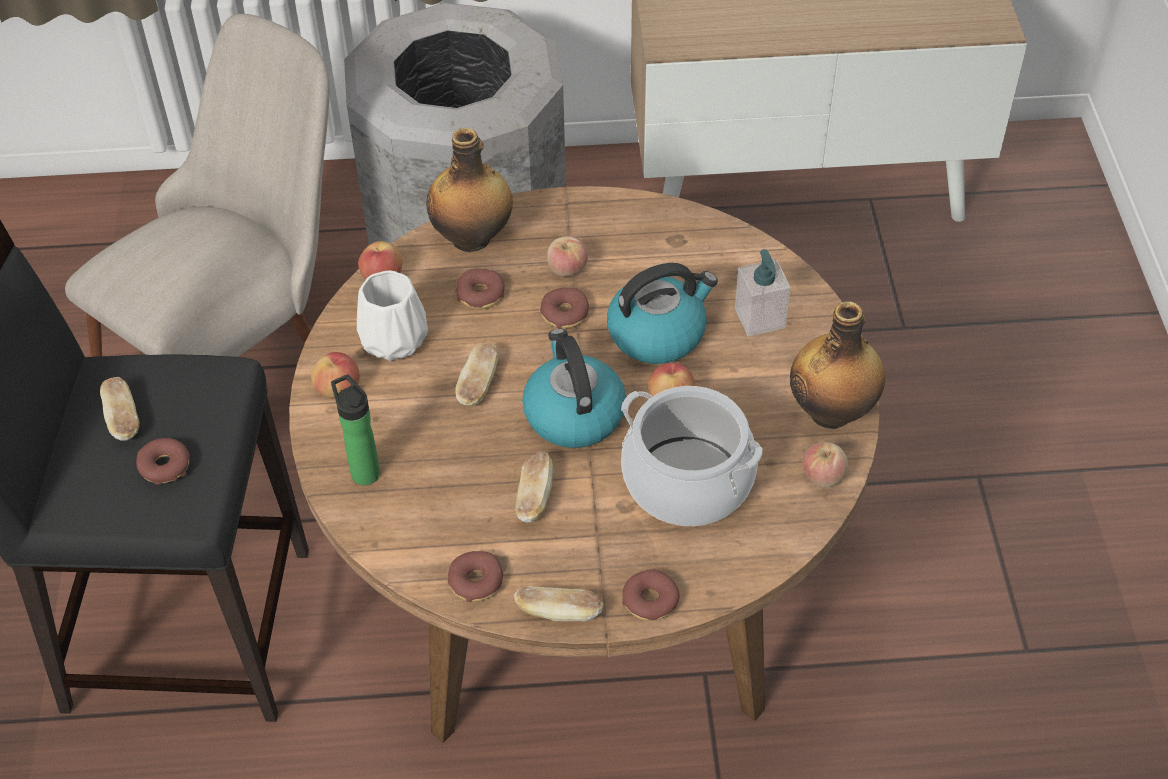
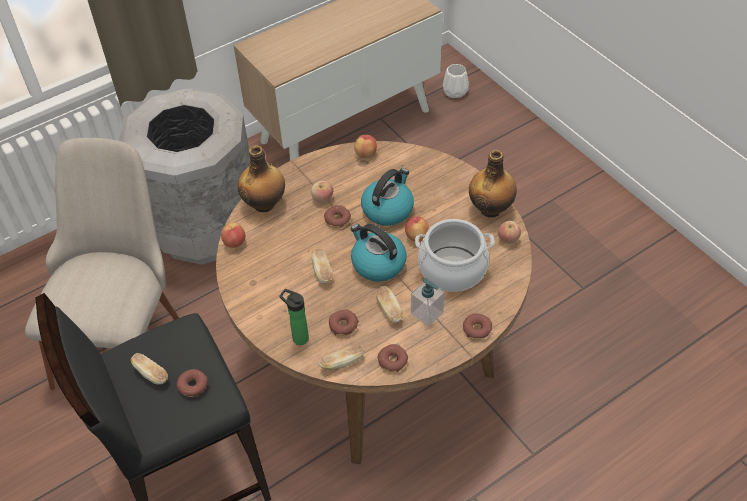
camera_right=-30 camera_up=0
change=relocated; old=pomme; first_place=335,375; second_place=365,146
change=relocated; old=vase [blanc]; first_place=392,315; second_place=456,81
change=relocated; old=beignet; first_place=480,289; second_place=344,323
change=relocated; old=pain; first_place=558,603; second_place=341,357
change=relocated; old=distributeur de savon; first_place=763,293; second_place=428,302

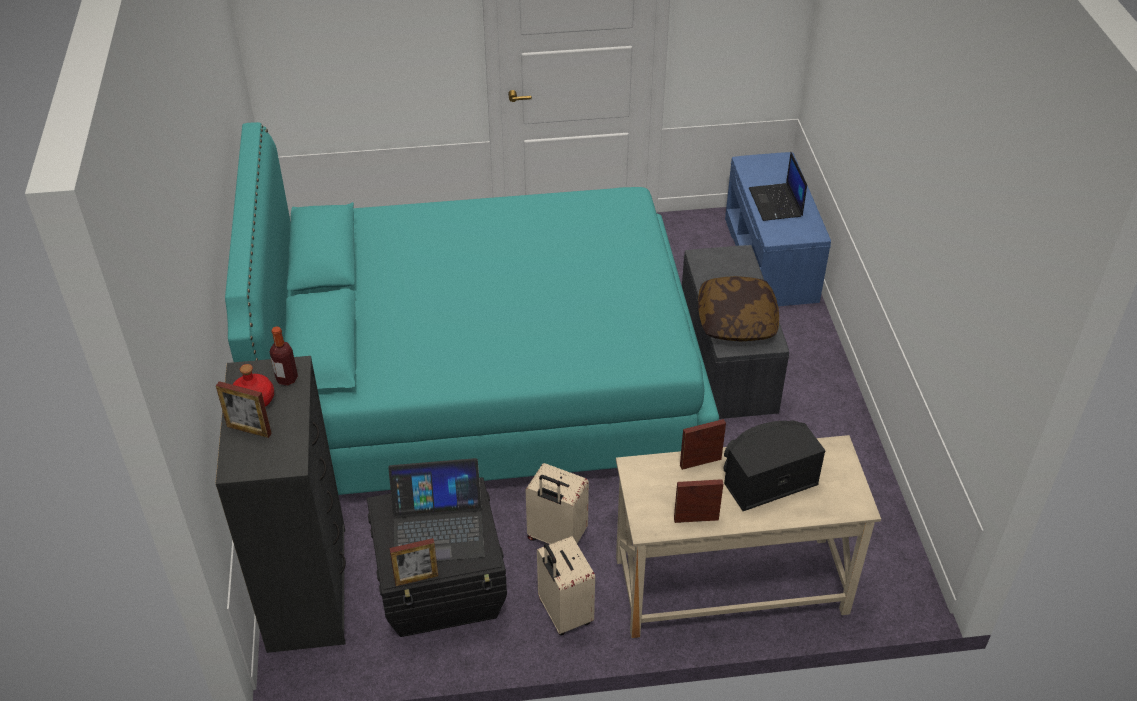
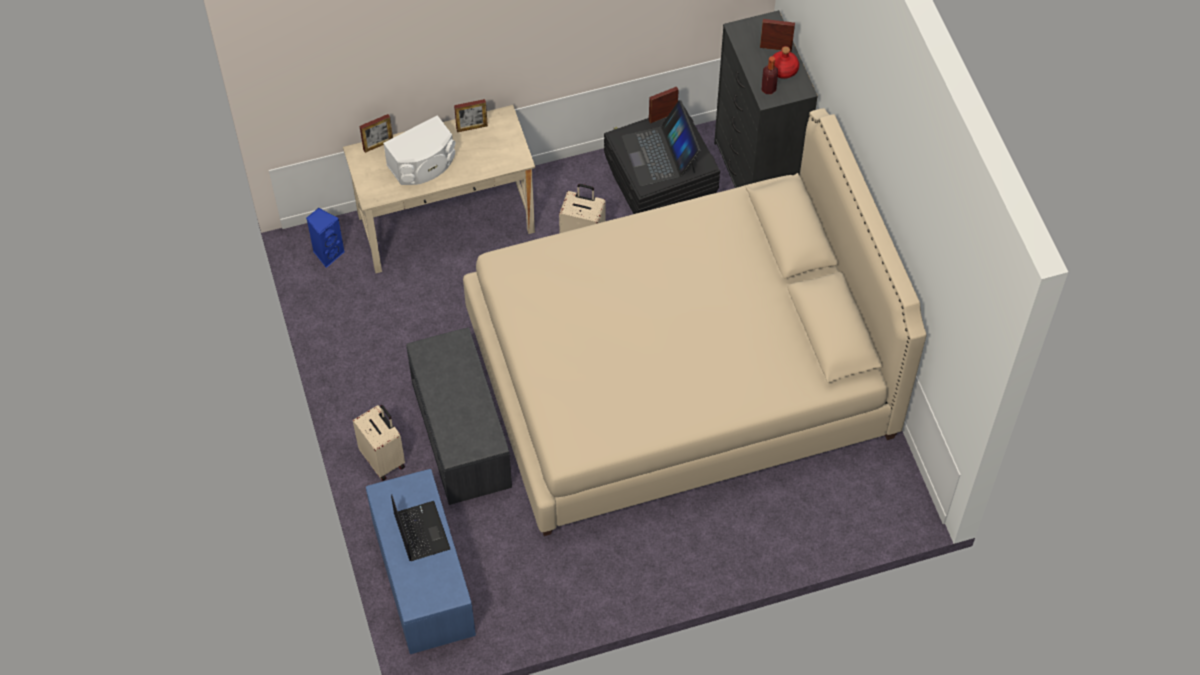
camera_right=170 camera_up=15
change=colour; old=lit [turquoise]; new=lit [beige]; first_place=472,308; second_place=695,322
change=spun; old=ordinateur portable; first_place=436,509; second_place=661,143; degrees=-90
change=relocated; old=valise [beige]; first_place=566,585; second_place=378,443
change=relocated; old=cadre photo; first_place=703,444; second_place=376,133
change=missing; old=coussin; first_place=738,308
change=colour; old=enceinte [noir]; new=enceinte [blanc]; first_place=775,466; second_place=419,150
change=appeared; new=enceinte [bleu]; second_place=325,238

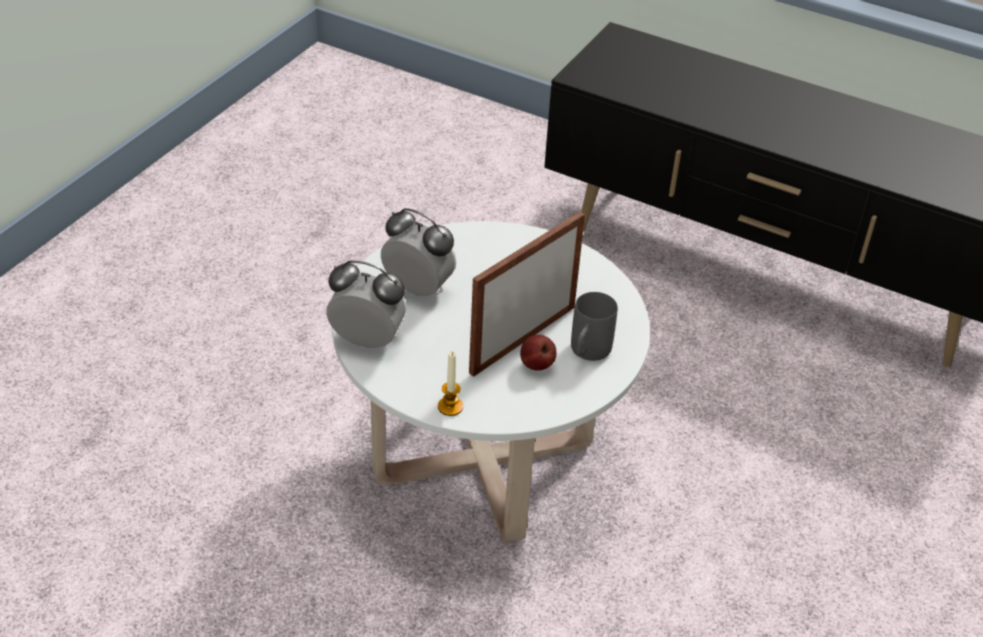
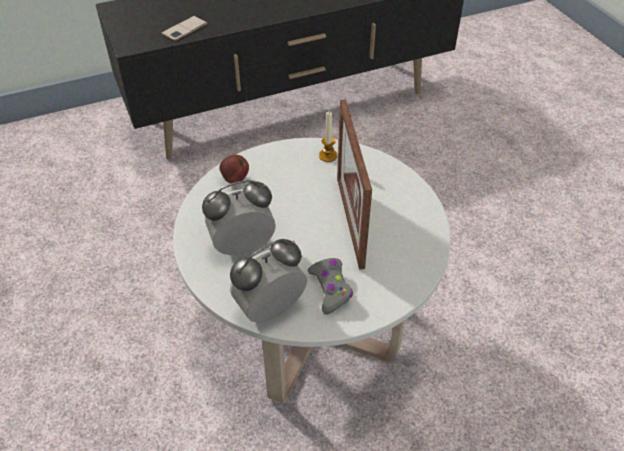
camera_right=-50 camera_up=5
change=relocated; old=bougie; first_place=450,383; second_place=328,136
change=relocated; old=pomme; first_place=538,353; second_place=234,169
change=missing; old=mug [gris]; first_place=594,326
change=appeared; new=téléphone; second_place=184,28
change=appeared; new=manette [gris]; second_place=330,286

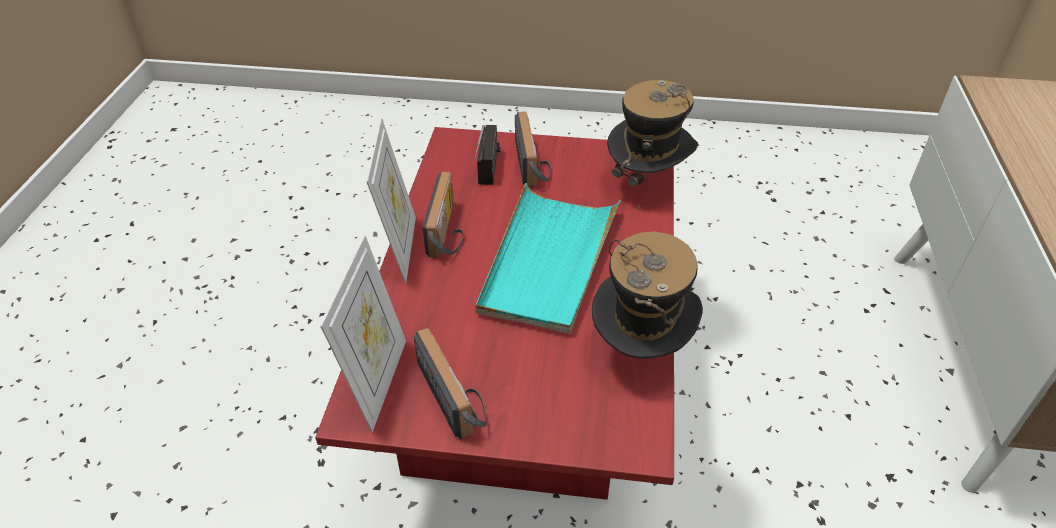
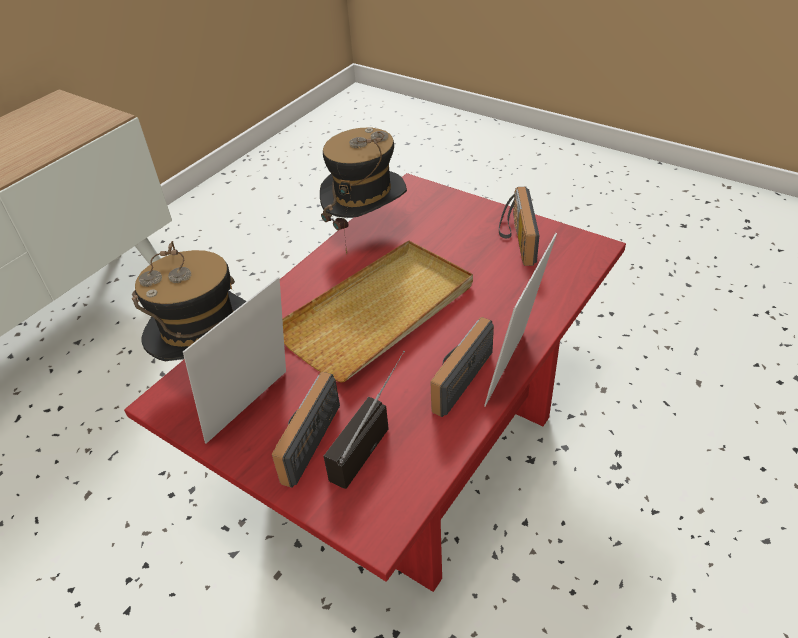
camera_right=-150 camera_up=0
change=relocated; old=cadre photo; first_place=363,333; second_place=234,360
change=colour; old=plateau [turquoise]; new=plateau [beige]; first_place=548,258; second_place=377,311

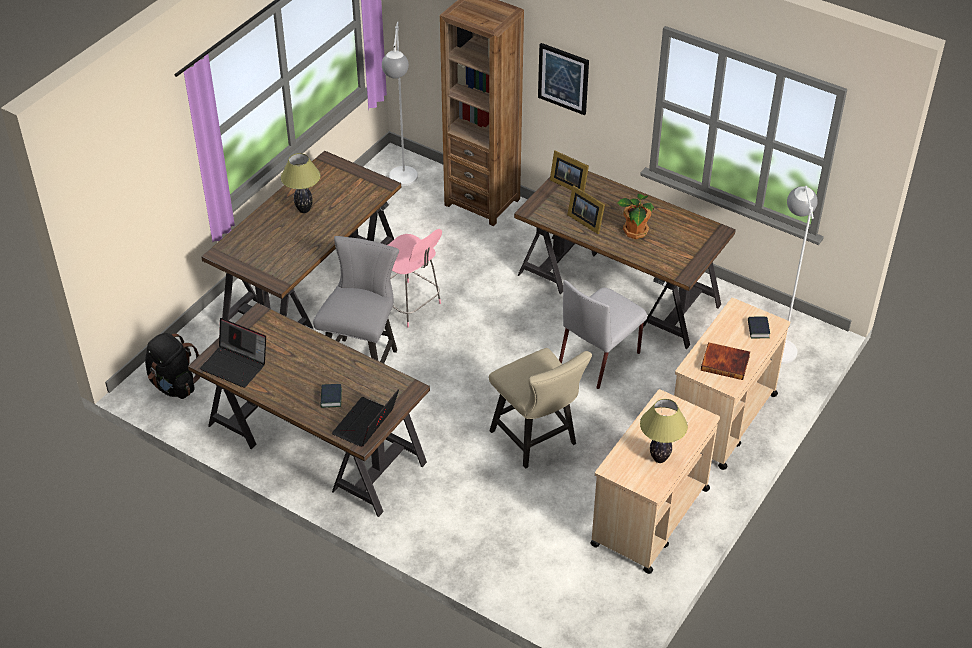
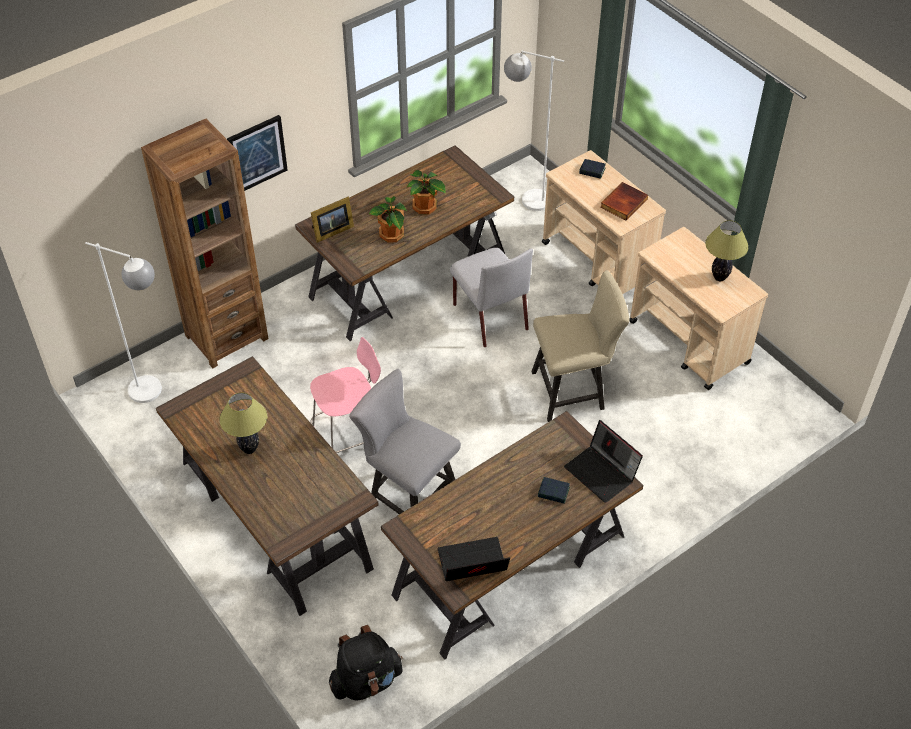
camera_right=-70 camera_up=5
change=spun; old=ordinateur portable; first_place=233,353; second_place=474,559; degrees=-150
change=exchanged; old=cadre photo; new=plante en pot; first_place=586,209; second_place=388,219

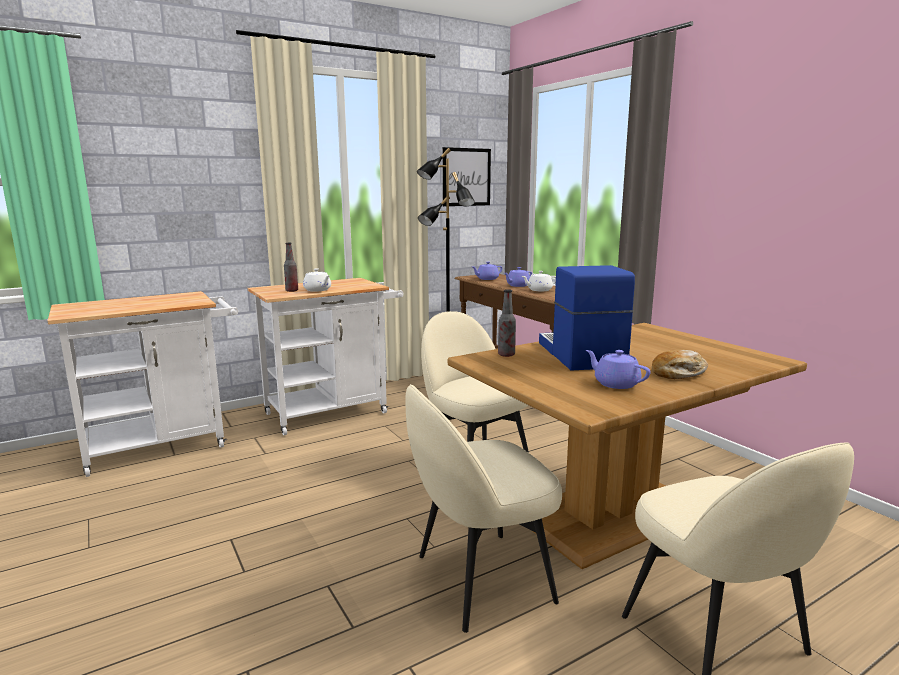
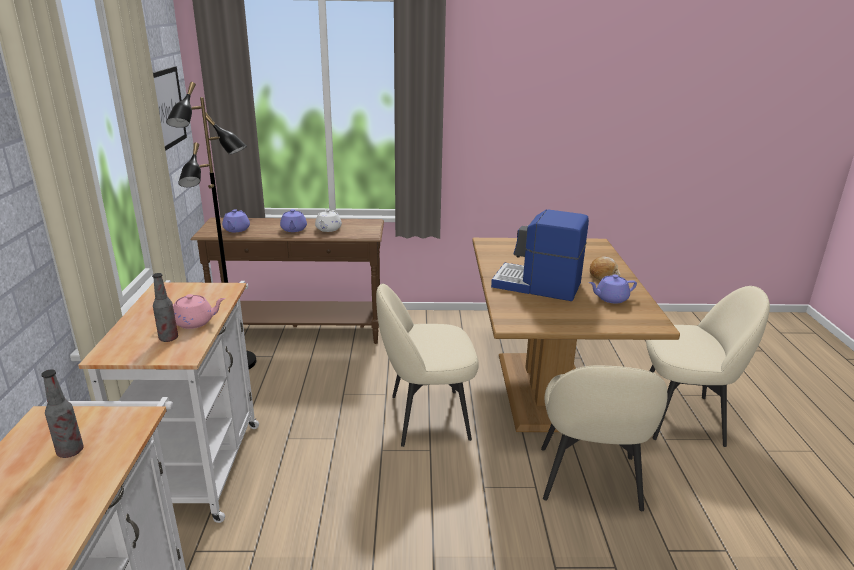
camera_right=-60 camera_up=10
change=colour; old=théière [blanc]; new=théière [rose]; first_place=317,280; second_place=199,311
change=relocated; old=bouteille; first_place=507,323; second_place=62,413

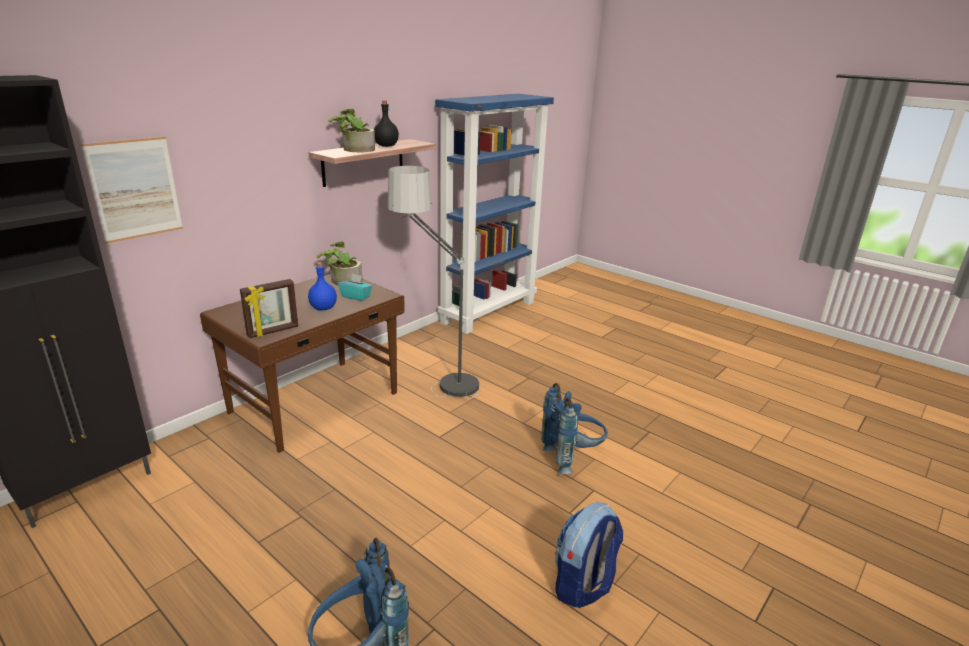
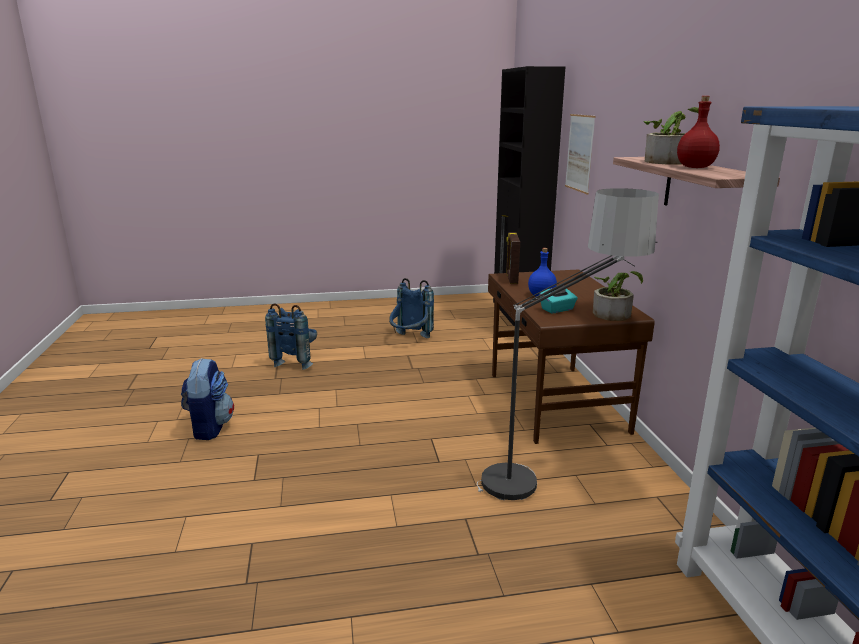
camera_right=130 camera_up=-5
change=colour; old=bouteille [noir]; new=bouteille [rouge]; first_place=386,123; second_place=698,132
change=relocated; old=sac à dos [bleu]; first_place=574,428; second_place=411,308

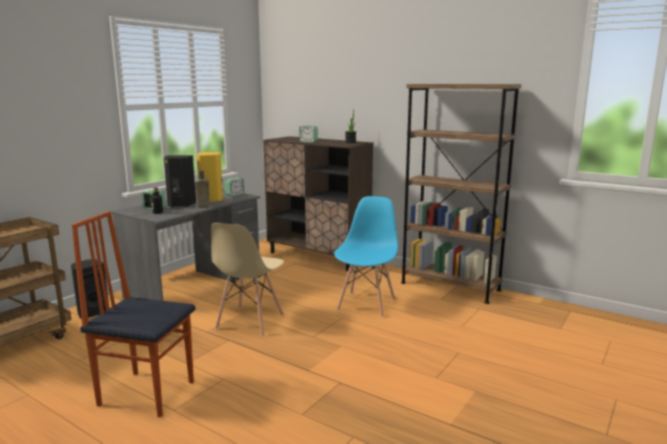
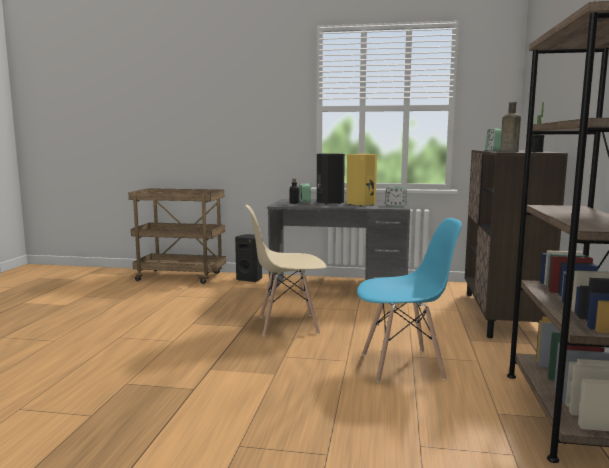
camera_right=65 camera_up=-5
change=missing; old=chaise; first_place=133,314
change=relocated; old=bouteille [marron]; first_place=202,189; second_place=510,127

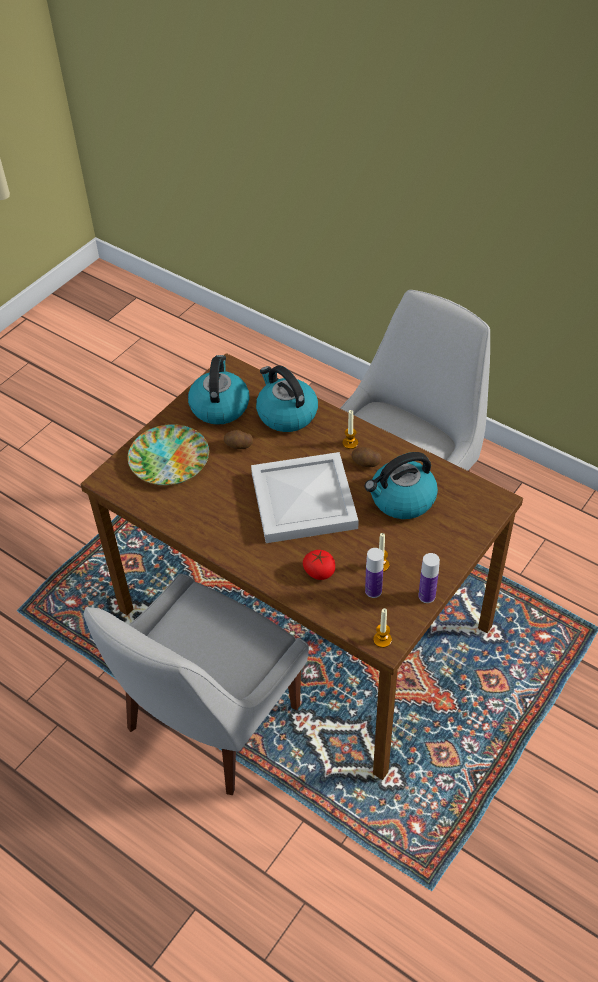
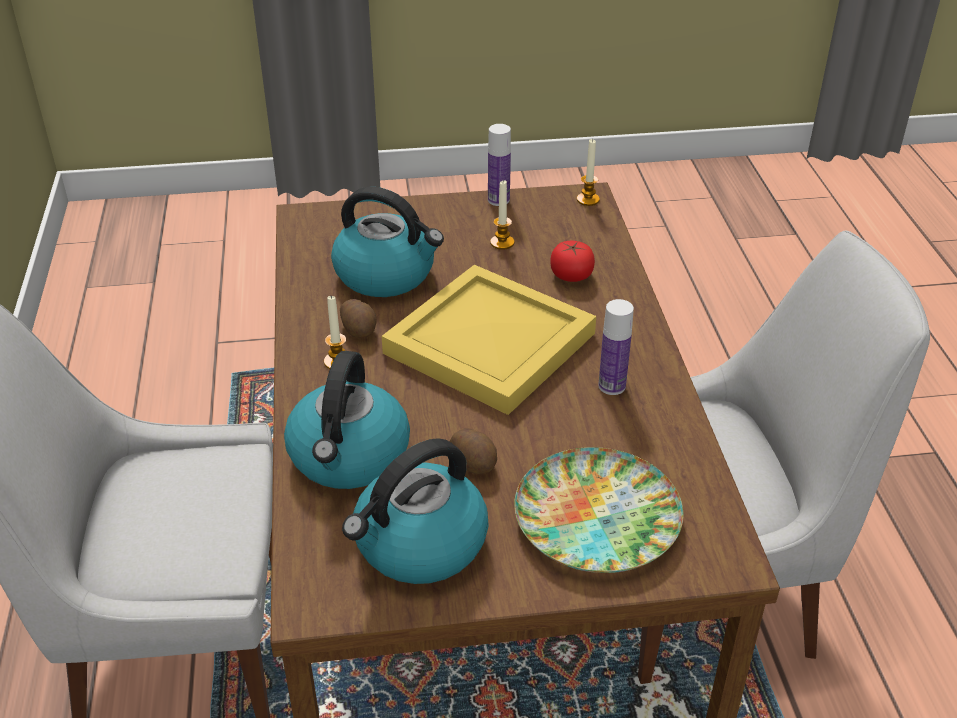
camera_right=-135 camera_up=-10
change=colour; old=plateau [blanc]; new=plateau [jaune]; first_place=305,497; second_place=489,340
change=relocated; old=bouteille; first_place=374,573; second_place=616,347

